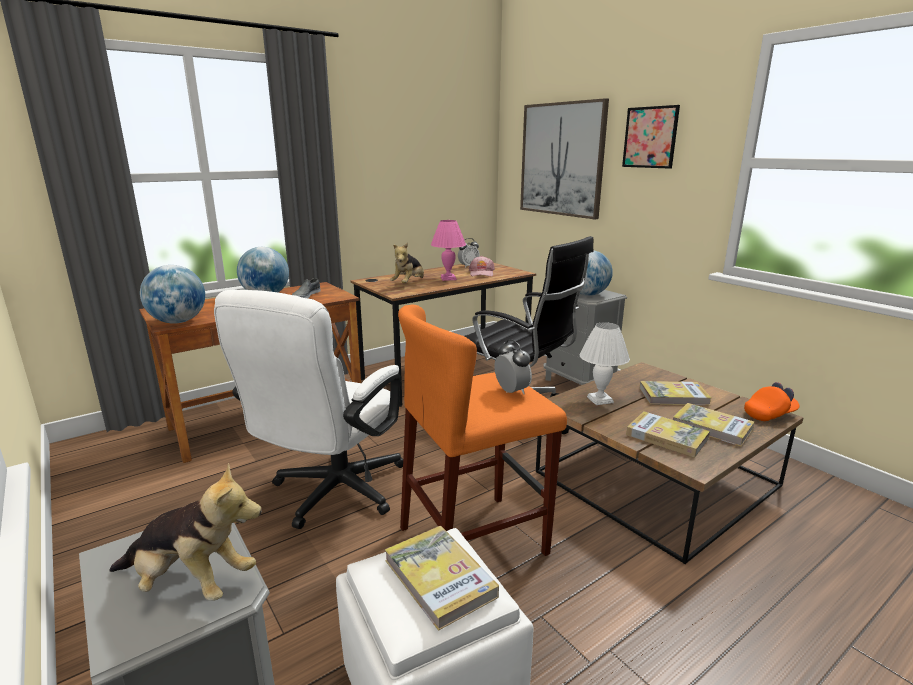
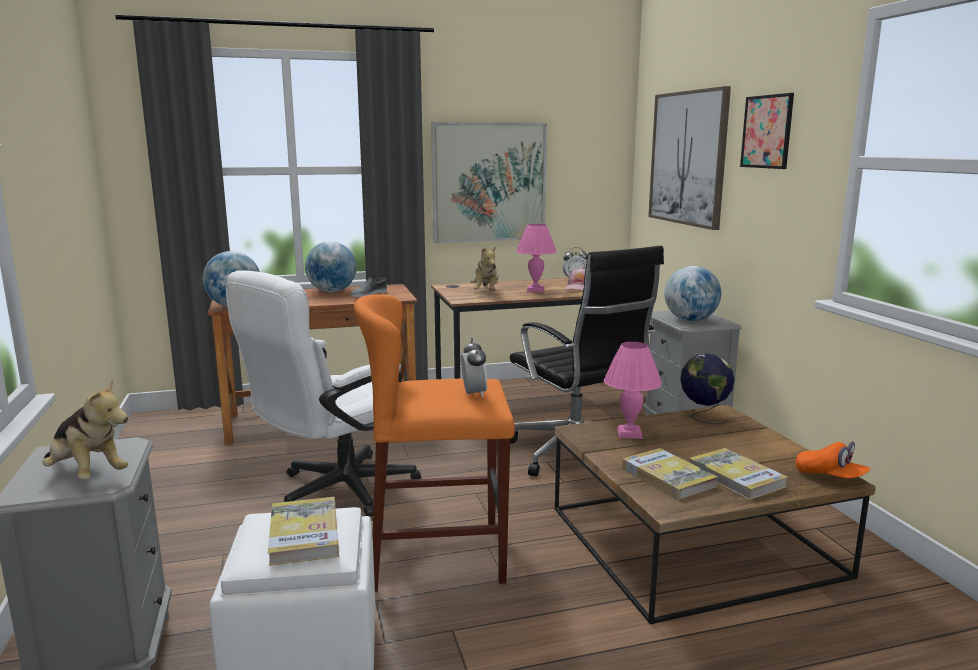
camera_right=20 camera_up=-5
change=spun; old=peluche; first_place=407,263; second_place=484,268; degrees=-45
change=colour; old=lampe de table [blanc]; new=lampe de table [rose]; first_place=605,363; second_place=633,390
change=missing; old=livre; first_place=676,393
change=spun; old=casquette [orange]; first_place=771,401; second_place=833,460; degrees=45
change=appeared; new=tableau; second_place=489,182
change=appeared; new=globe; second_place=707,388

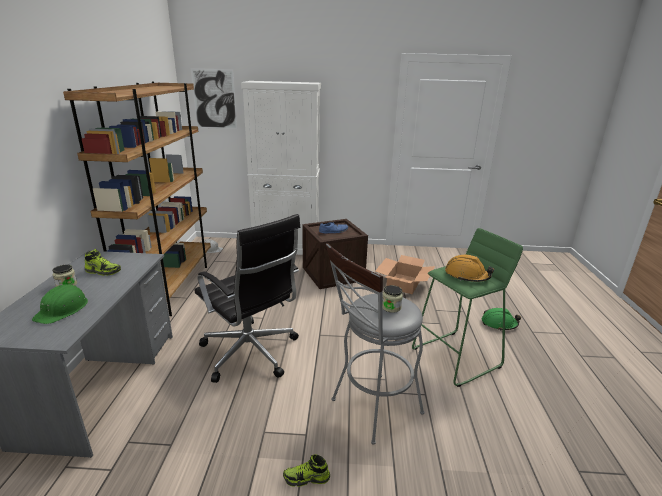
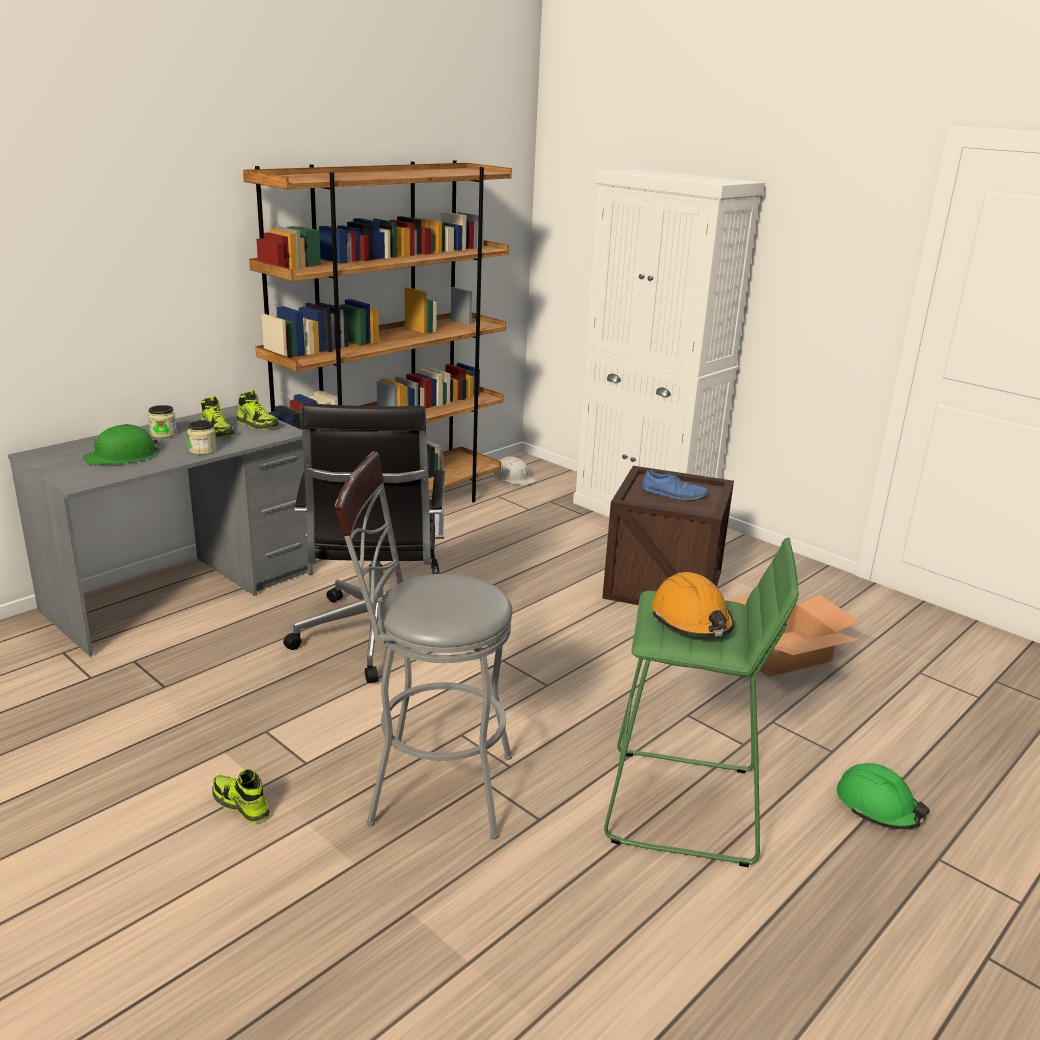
camera_right=40 camera_up=0
change=missing; old=tableau; first_place=214,98
change=relocated; old=bocal; first_place=392,299; second_place=202,437
change=appeared; new=chaussure; second_place=258,410

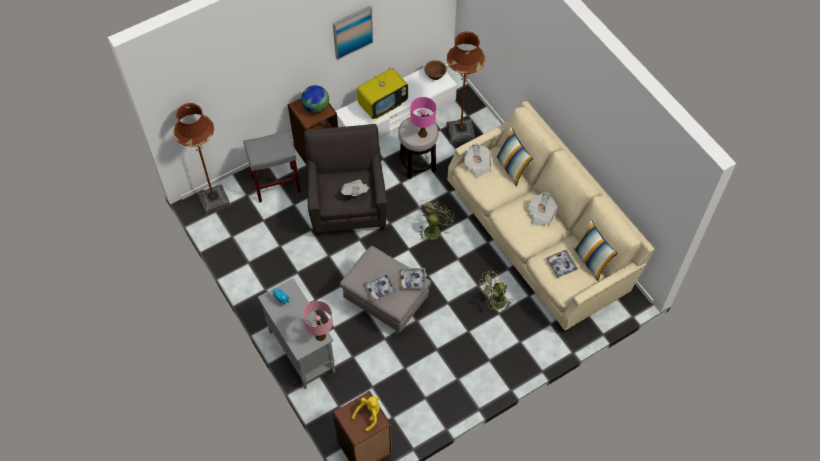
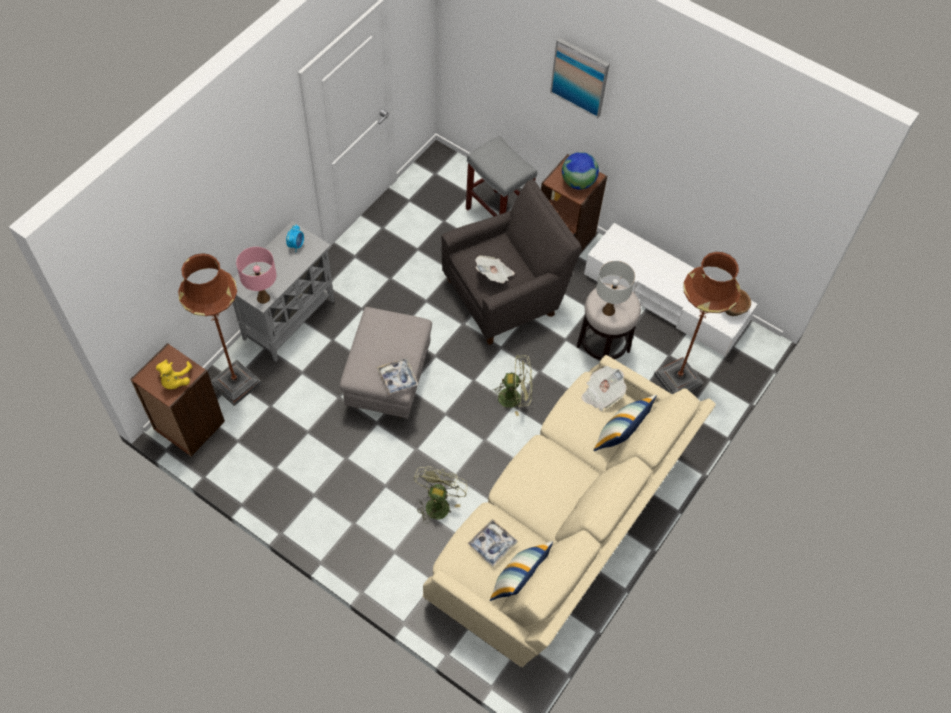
camera_right=65 camera_up=0
change=relocated; old=lampadaire [marron]; first_place=202,159; second_place=219,329
change=relocated; old=tableau; first_place=353,33; second_place=580,78
change=spun; old=peluche [jaune]; first_place=366,414; second_place=174,374; degrees=75
change=missing; old=téléviseur; first_place=382,93
change=missing; old=plateau; first_place=380,287
change=colour; old=lampe de table [rose]; new=lampe de table [blanc]; first_place=423,117; second_place=615,288
change=spun; old=ventilateur [vert]; first_place=496,292; second_place=441,495; degrees=60
change=missing; old=journal; first_place=543,209

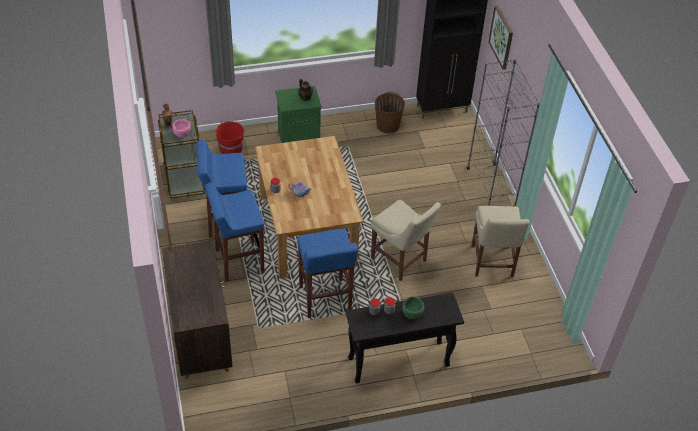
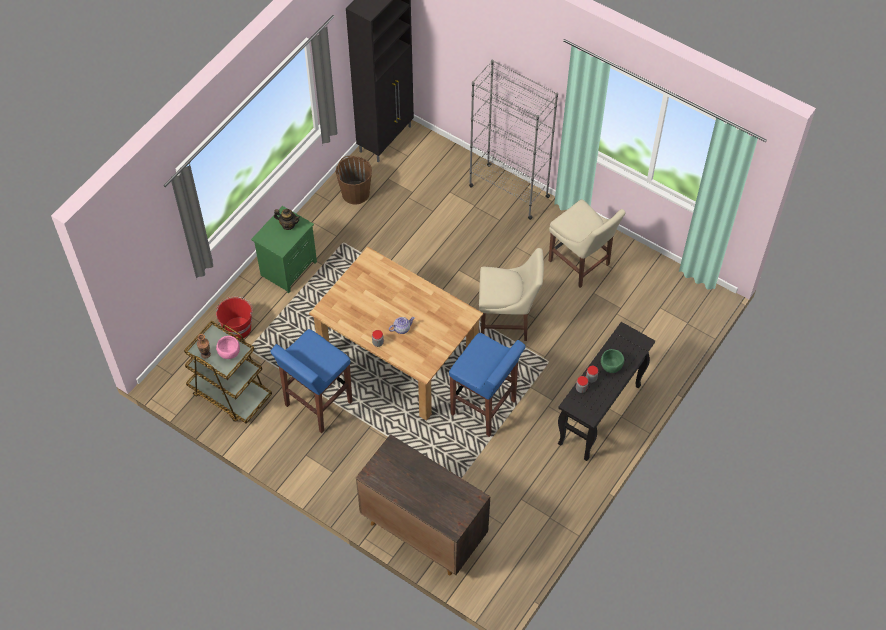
camera_right=-40 camera_up=10
change=missing; old=tabouret [bleu]; first_place=234,231
change=missing; old=tableau; first_place=500,37

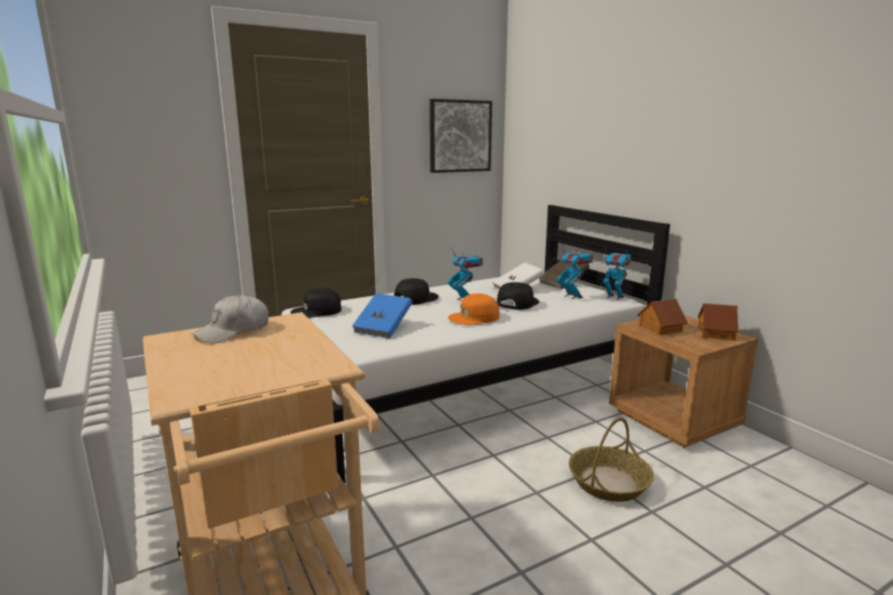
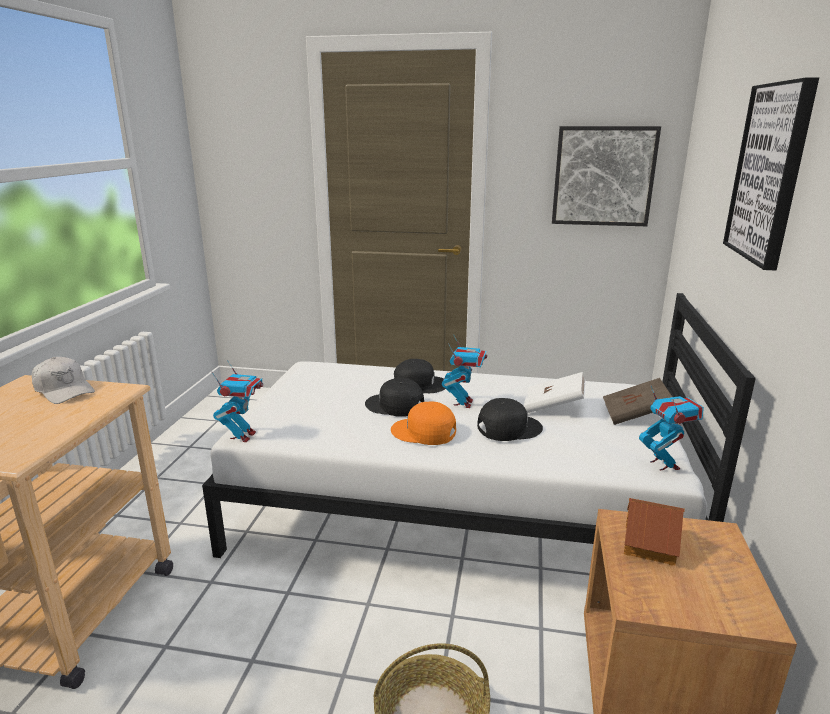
camera_right=40 camera_up=5
change=spun; old=casquette [blanc]; first_place=230,319; second_place=63,380; degrees=-135
change=relocated; old=casquette [noir]; first_place=315,303; second_place=394,397
change=missing; old=livre [bleu]; first_place=382,315
change=relocated; old=robot jouet; first_place=575,272; second_place=237,401
change=missing; old=maison miniature; first_place=718,322
change=appeared; new=tableau; second_place=771,173

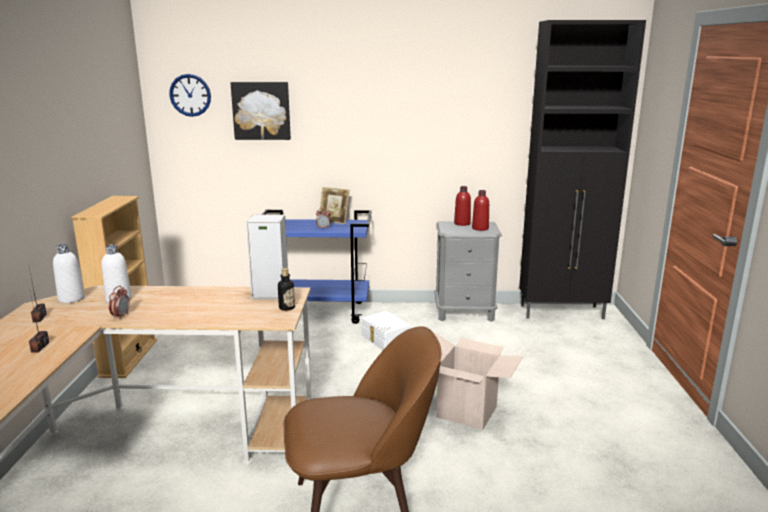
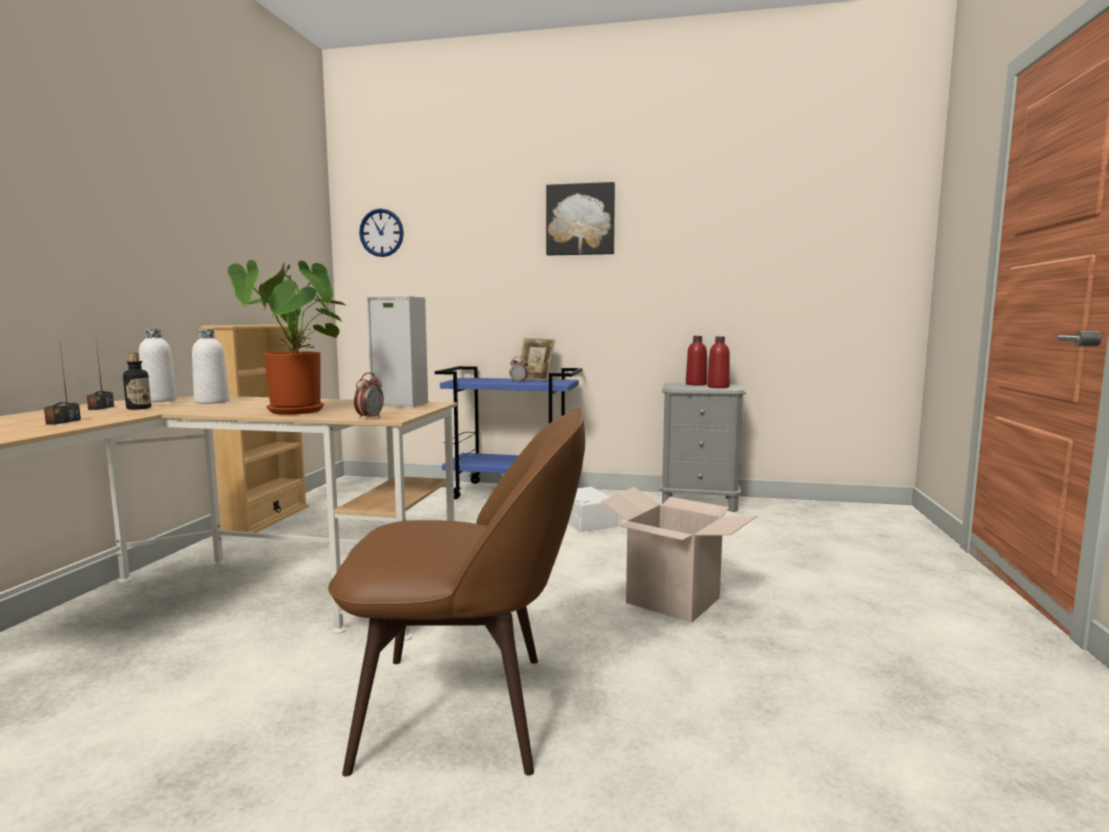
camera_right=10 camera_up=-10
change=relocated; old=réveil; first_place=119,303; second_place=369,396
change=relocated; old=tableau; first_place=261,111; second_place=580,218
change=relocated; old=bouteille; first_place=286,289; second_place=137,381
change=missing; old=meuble de rangement [noir]; first_place=582,169
change=appeared; new=plante en pot; second_place=287,337

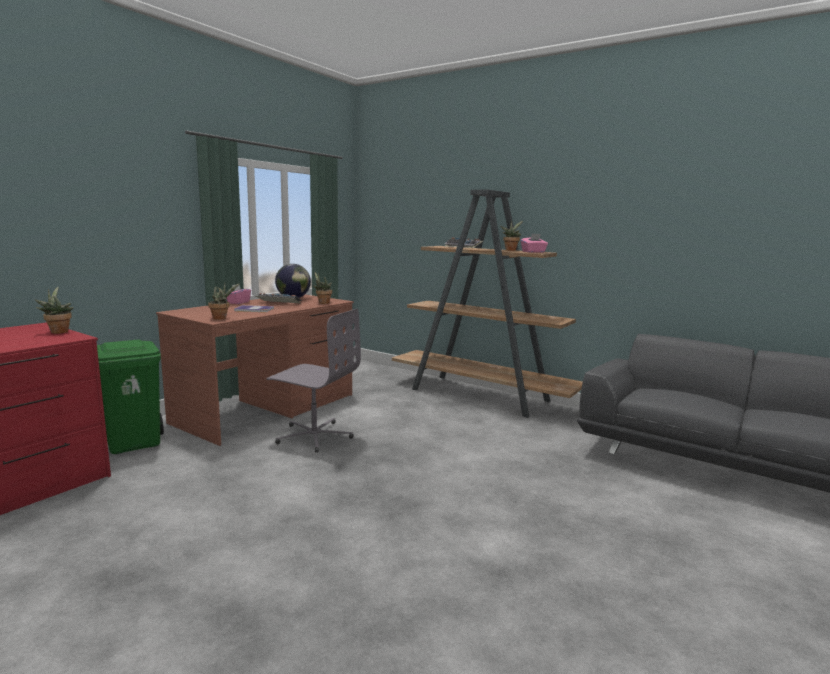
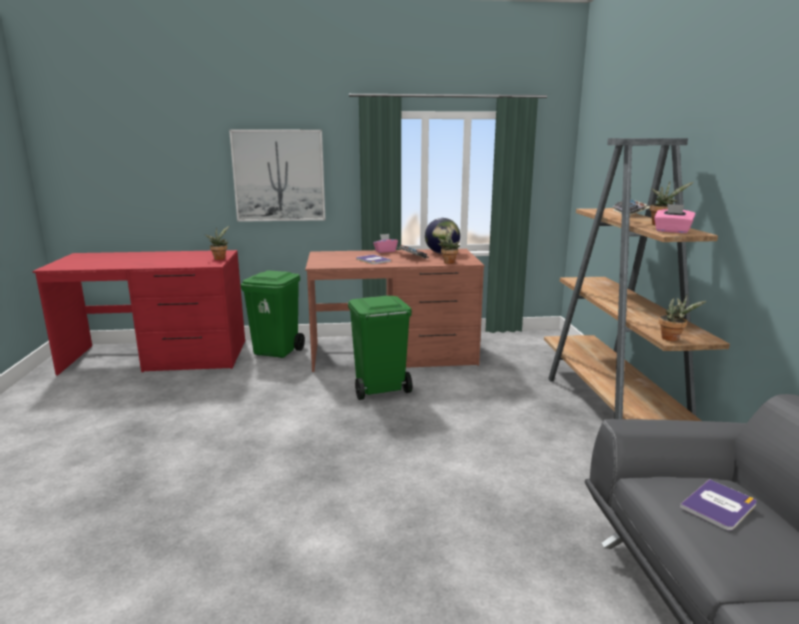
camera_right=50 camera_up=5
change=relocated; old=plante en pot; first_place=224,301; second_place=682,318
change=exchanged; old=chaise de bureau [gris]; new=poubelle [vert]; first_place=313,380; second_place=380,347
change=appeared; new=tableau; second_place=277,176
change=appeared; new=livre; second_place=718,505

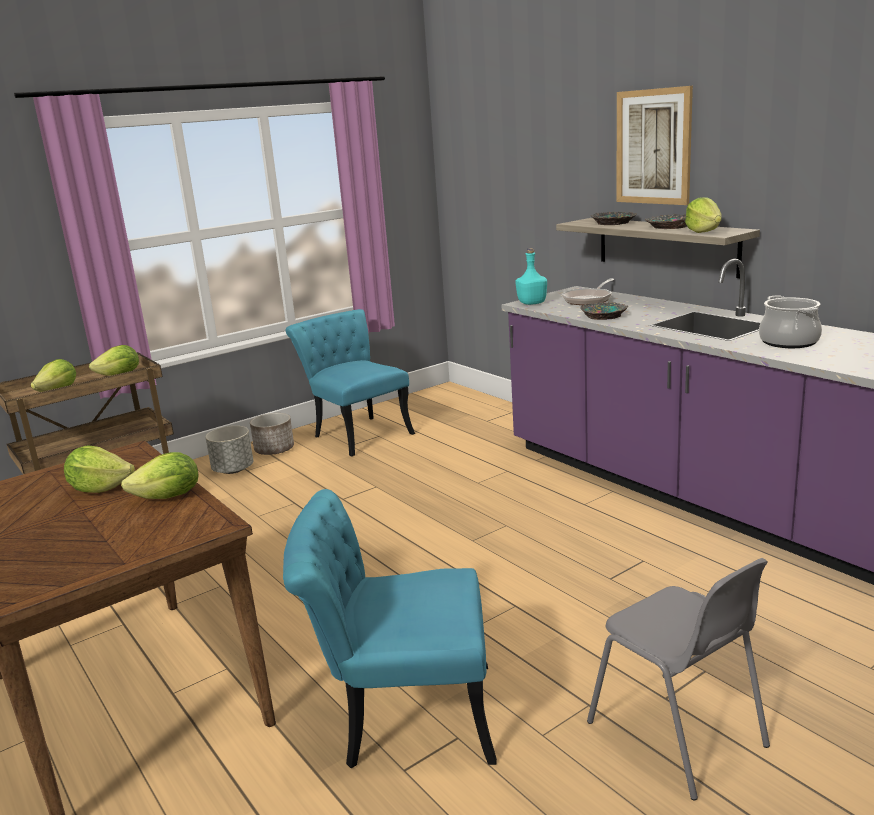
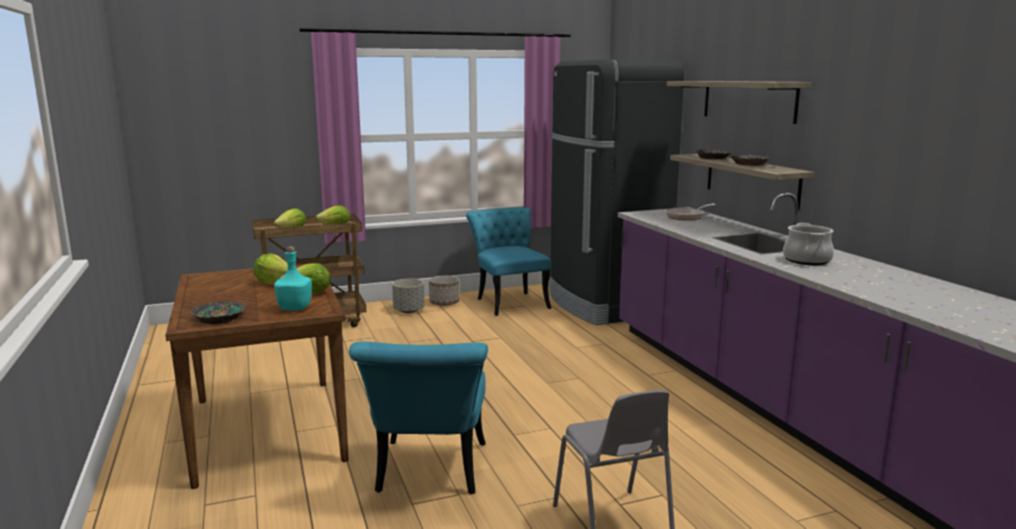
camera_right=15 camera_up=-5
change=spun; old=chaise [turquoise]; first_place=390,628; second_place=418,417; degrees=-105
change=relocated; old=bouteille [turquoise]; first_place=531,276; second_place=293,278
change=relocated; old=bol; first_place=604,311; second_place=218,312
change=exchanged; old=tableau; new=étagère; first_place=655,145; second_place=739,102
change=missing; old=laitue; first_place=703,215
change=appeared; new=réfrigérateur [noir]; second_place=616,192

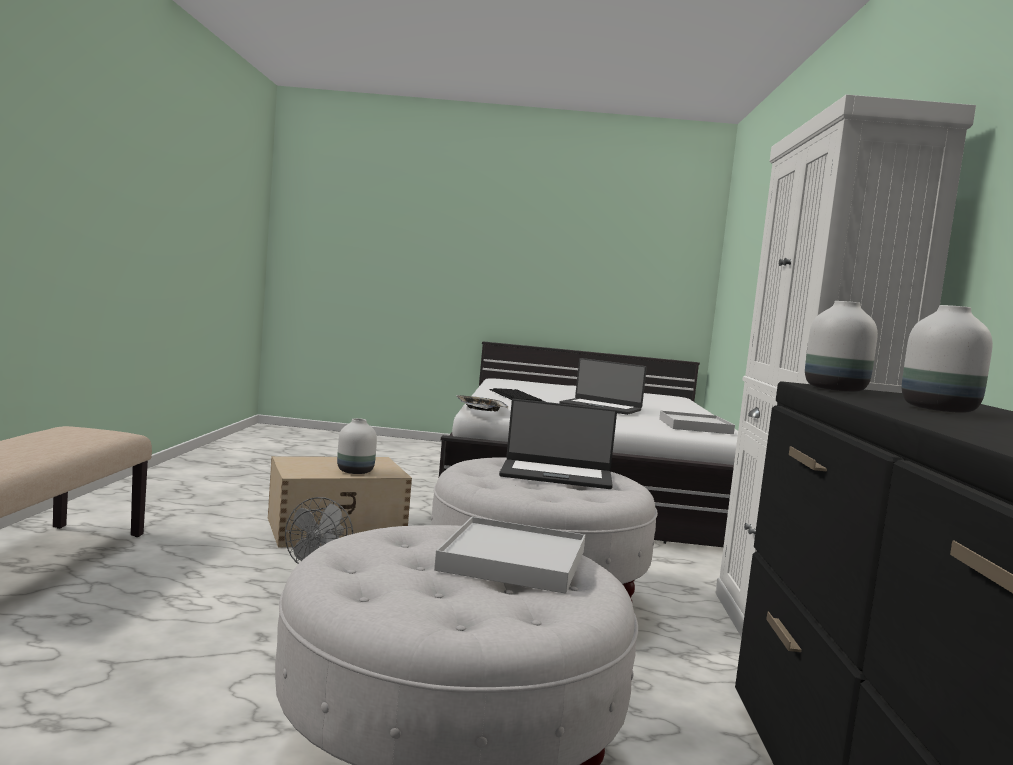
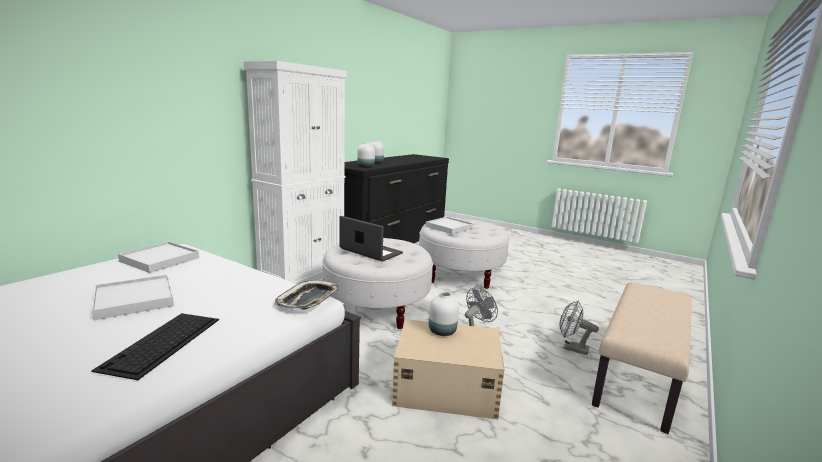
camera_right=-150 camera_up=10
change=exchanged; old=ordinateur portable; new=plateau [blanc]; first_place=603,386; second_place=133,297
change=appeared; new=ventilateur [gris]; second_place=579,327

